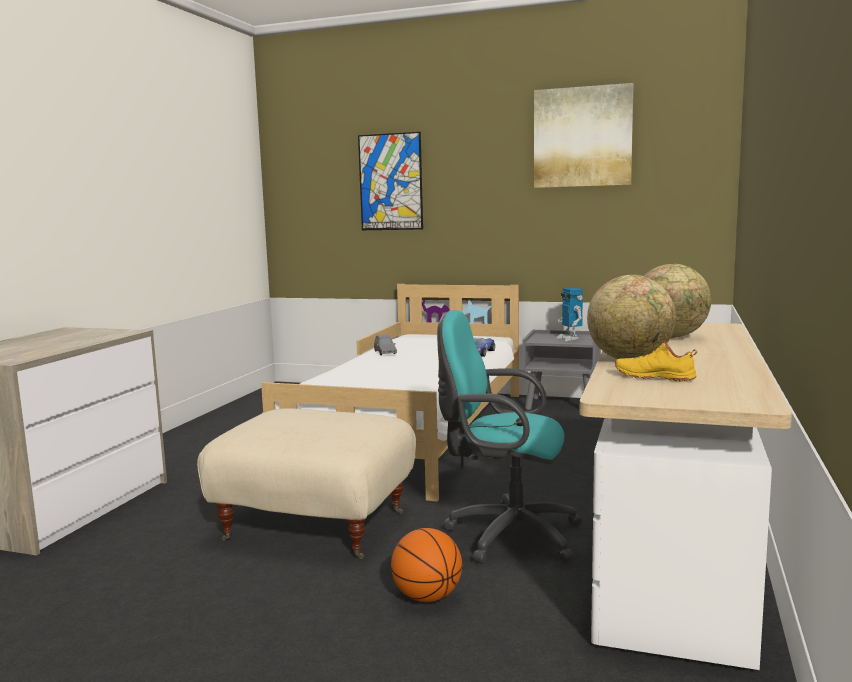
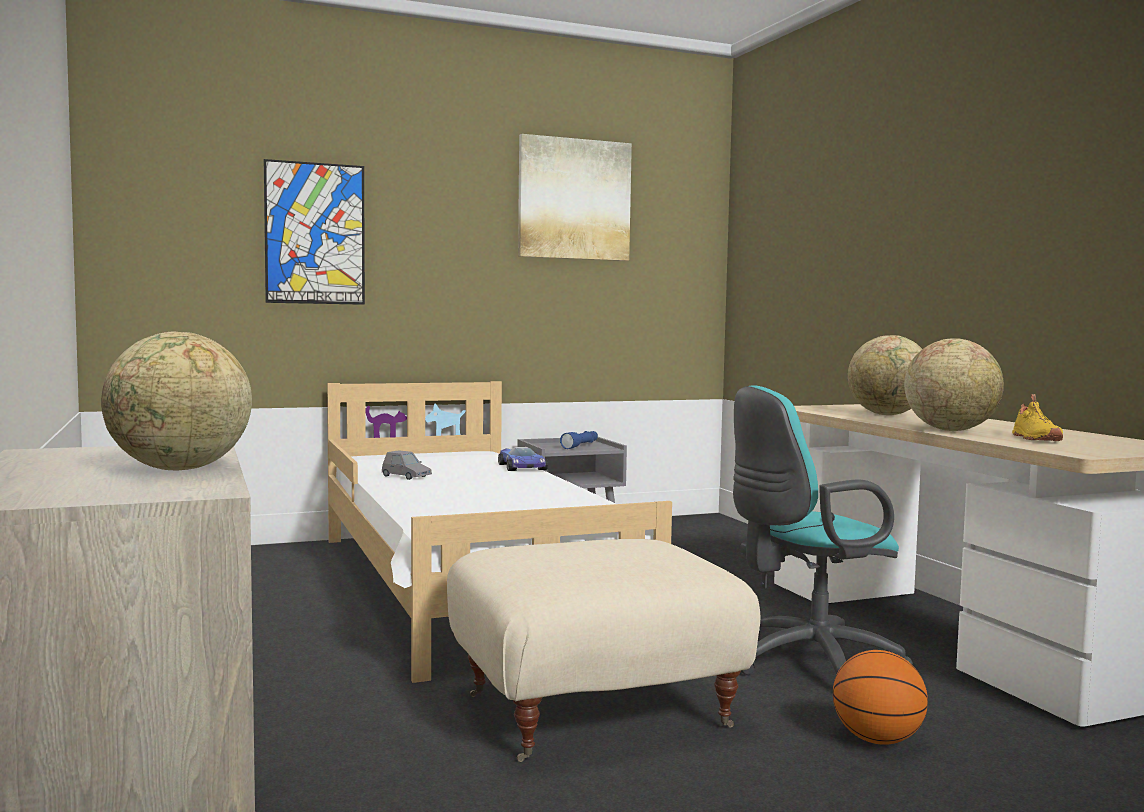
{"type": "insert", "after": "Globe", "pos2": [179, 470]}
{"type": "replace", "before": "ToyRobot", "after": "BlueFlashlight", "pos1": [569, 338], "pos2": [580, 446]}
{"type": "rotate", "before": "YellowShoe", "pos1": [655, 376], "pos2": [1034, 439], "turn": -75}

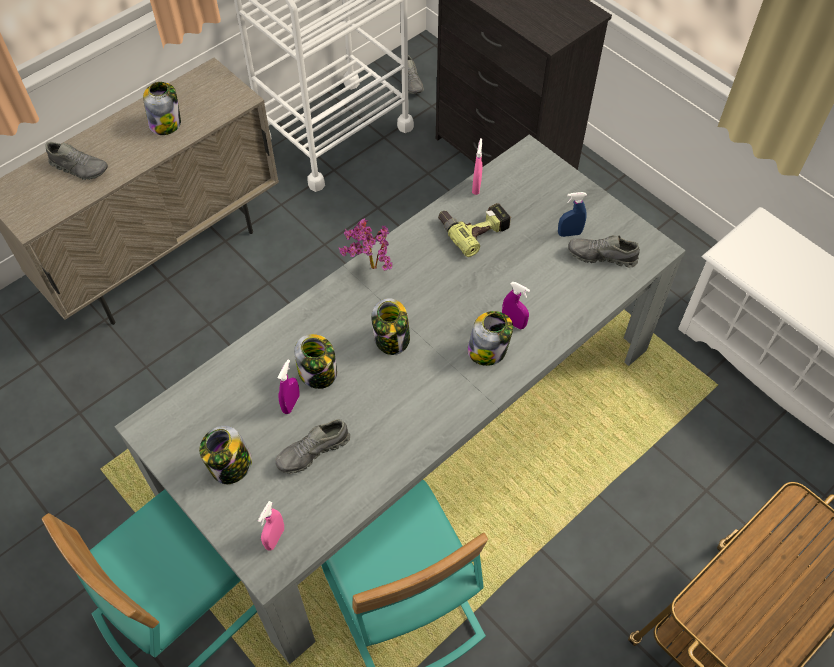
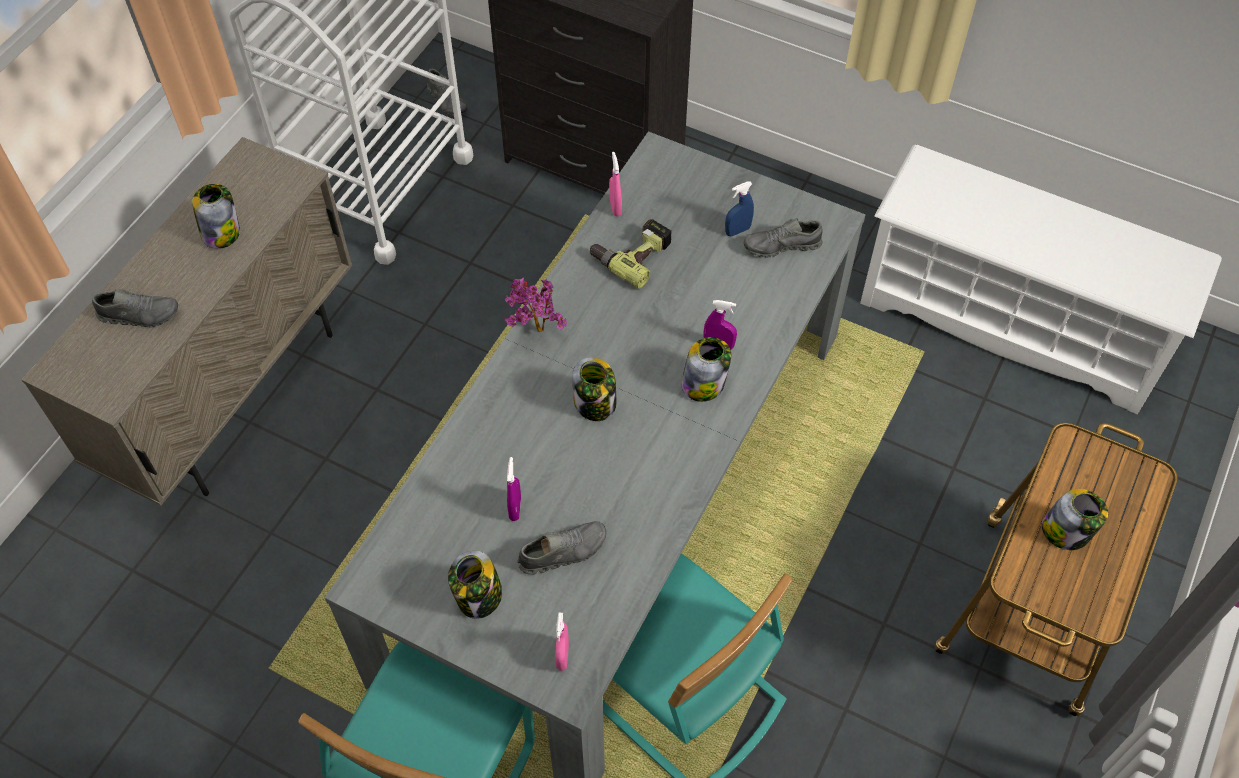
{"type": "move", "before": "Jar", "pos1": [318, 373], "pos2": [1066, 531]}
{"type": "rotate", "before": "GreyShoe", "pos1": [313, 452], "pos2": [563, 552], "turn": -150}

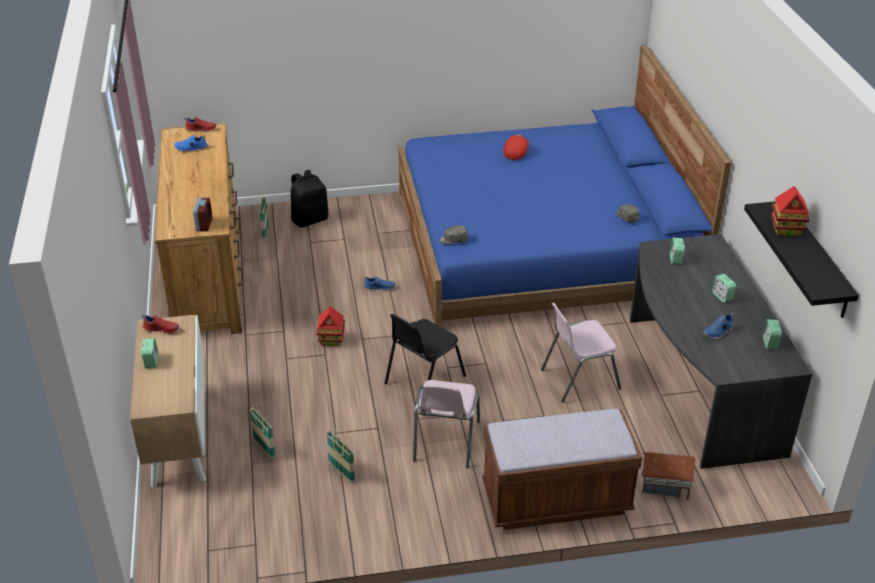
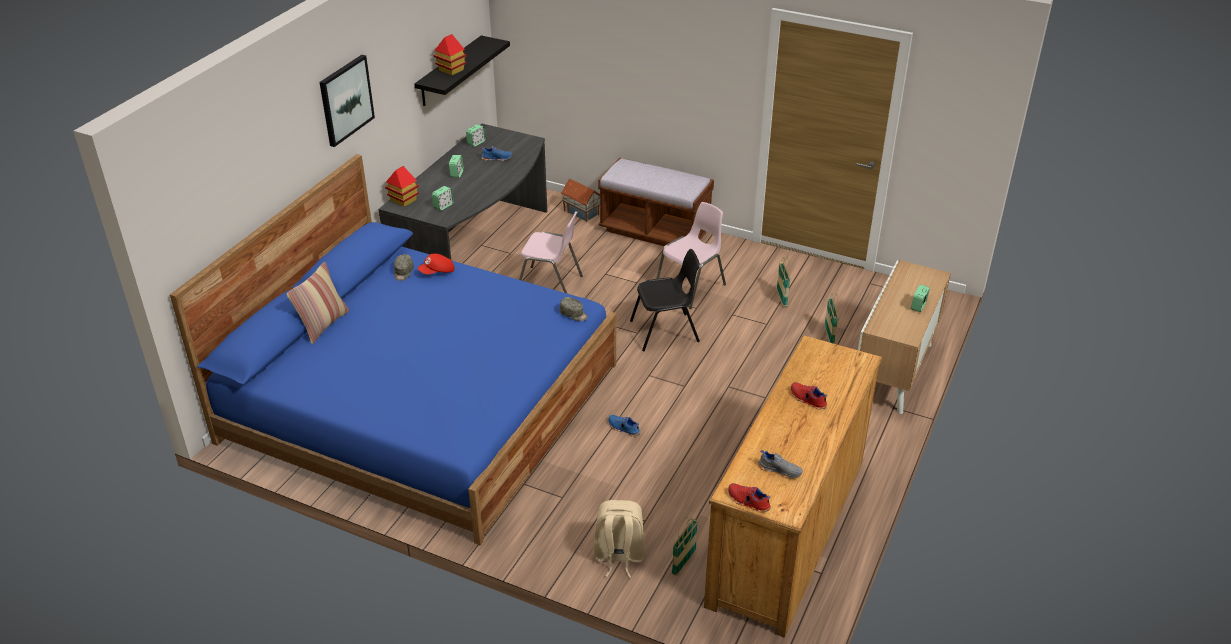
{"type": "delete", "before": "AlarmClock", "pos1": [204, 225]}
{"type": "insert", "after": "Pillow", "pos2": [323, 325]}
{"type": "insert", "after": "Picture", "pos2": [345, 100]}
{"type": "move", "before": "RedShoe", "pos1": [162, 329], "pos2": [807, 400]}
{"type": "move", "before": "ToyHouse", "pos1": [331, 340], "pos2": [403, 200]}
{"type": "move", "before": "RedCap", "pos1": [516, 152], "pos2": [437, 272]}
{"type": "recolor", "before": "BlueShoe", "after": "GreyShoe", "pos1": [191, 149], "pos2": [780, 470]}
{"type": "recolor", "before": "BlackBackpack", "after": "BeigeBackpack", "pos1": [310, 219], "pos2": [618, 556]}

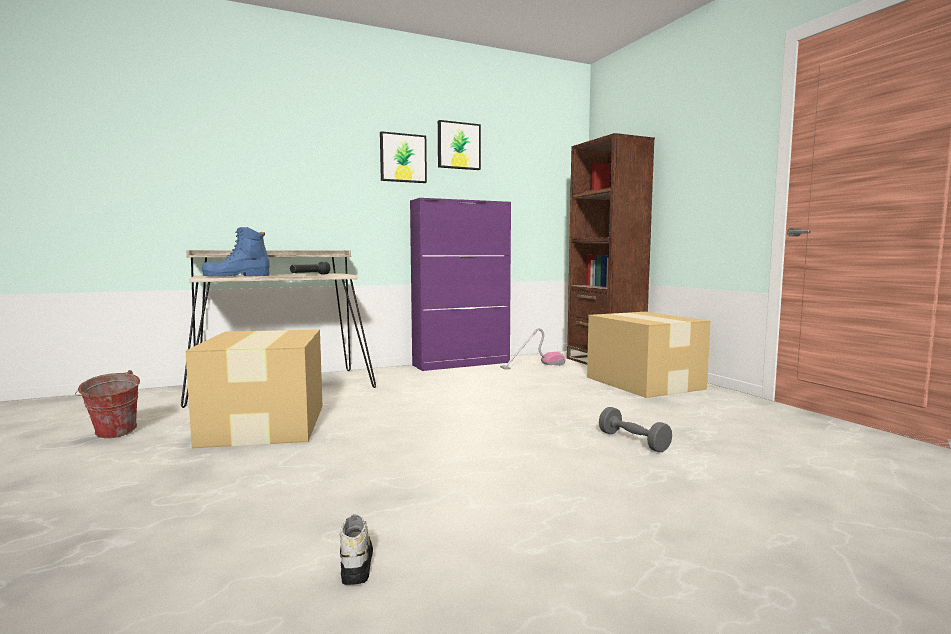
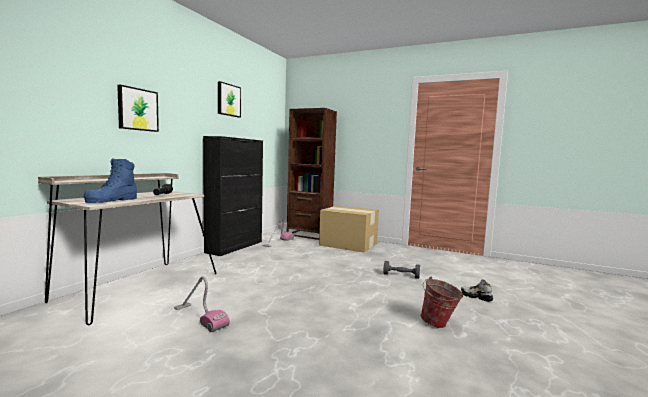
{"type": "move", "before": "Bucket", "pos1": [112, 435], "pos2": [439, 325]}
{"type": "move", "before": "Shoe", "pos1": [355, 562], "pos2": [476, 297]}
{"type": "move", "before": "Picture", "pos1": [403, 158], "pos2": [137, 109]}
{"type": "replace", "before": "CardboardBox", "after": "VacuumCleaner", "pos1": [266, 424], "pos2": [200, 317]}
{"type": "recolor", "before": "PurpleCabinet", "after": "BlackCabinet", "pos1": [462, 363], "pos2": [235, 247]}

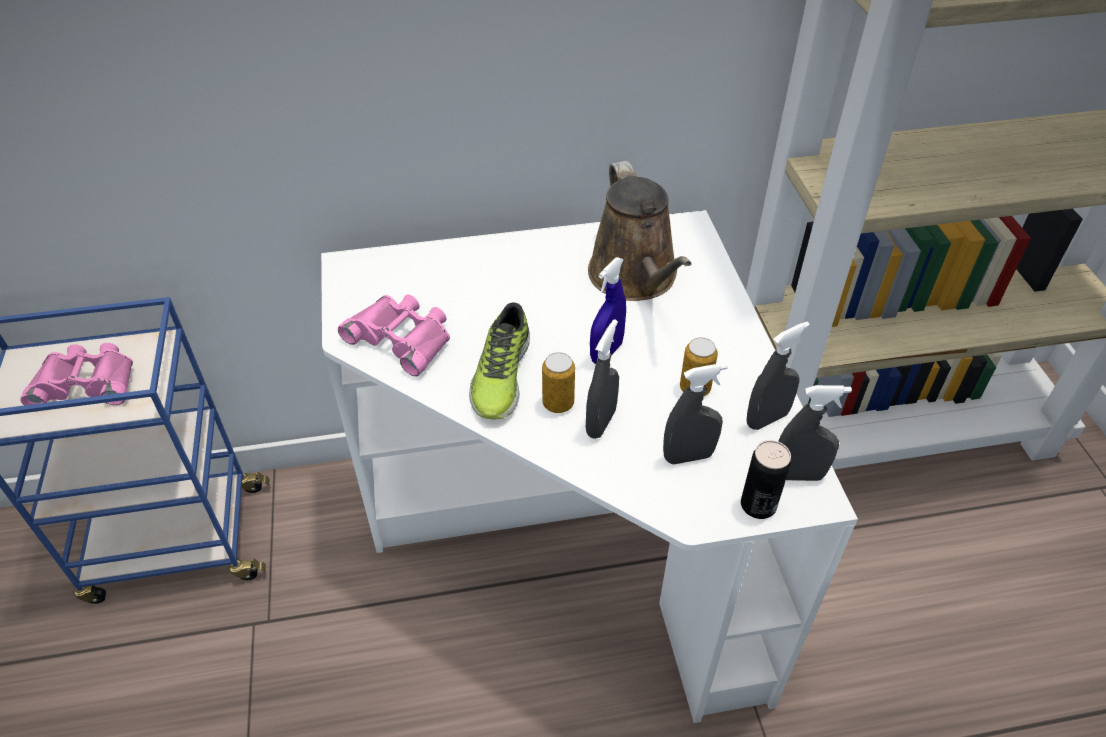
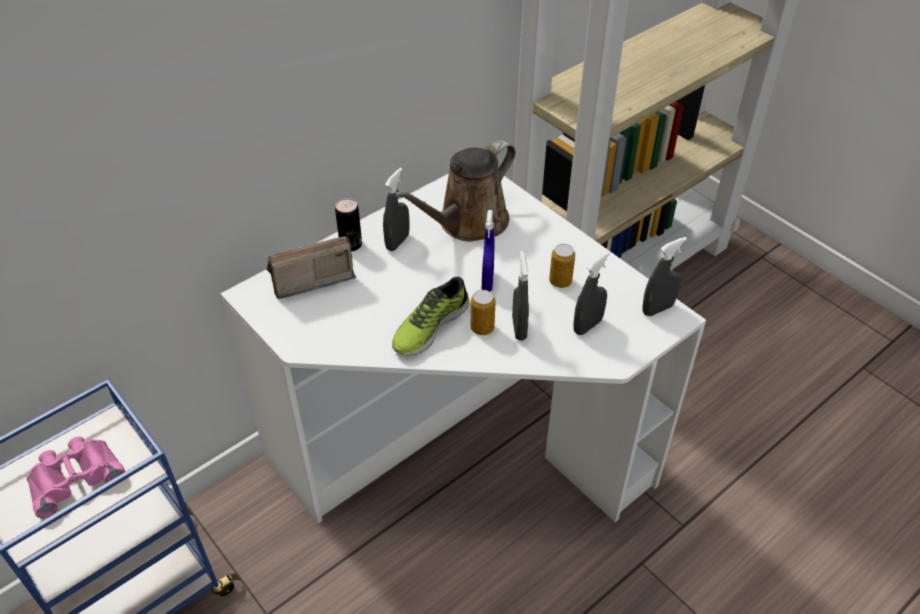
{"type": "delete", "before": "PinkBinoculars", "pos1": [402, 338]}
{"type": "insert", "after": "Radio", "pos2": [309, 279]}
{"type": "move", "before": "Can", "pos1": [758, 505], "pos2": [351, 244]}
{"type": "move", "before": "GreySprayBottle", "pos1": [767, 419], "pos2": [397, 242]}
{"type": "rotate", "before": "Shoe", "pos1": [500, 376], "pos2": [429, 326], "turn": 60}
{"type": "rotate", "before": "BrownWateringCan", "pos1": [636, 278], "pos2": [468, 223], "turn": 90}

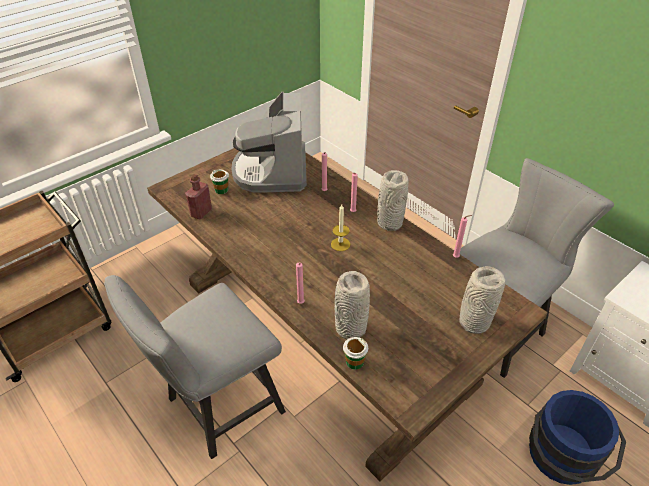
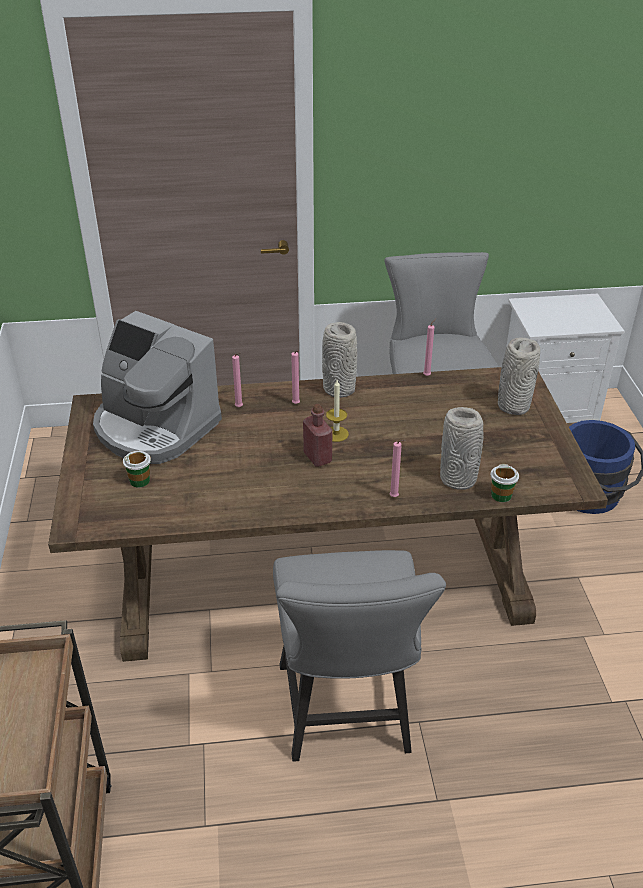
{"type": "move", "before": "RedBottle", "pos1": [201, 212], "pos2": [317, 457]}

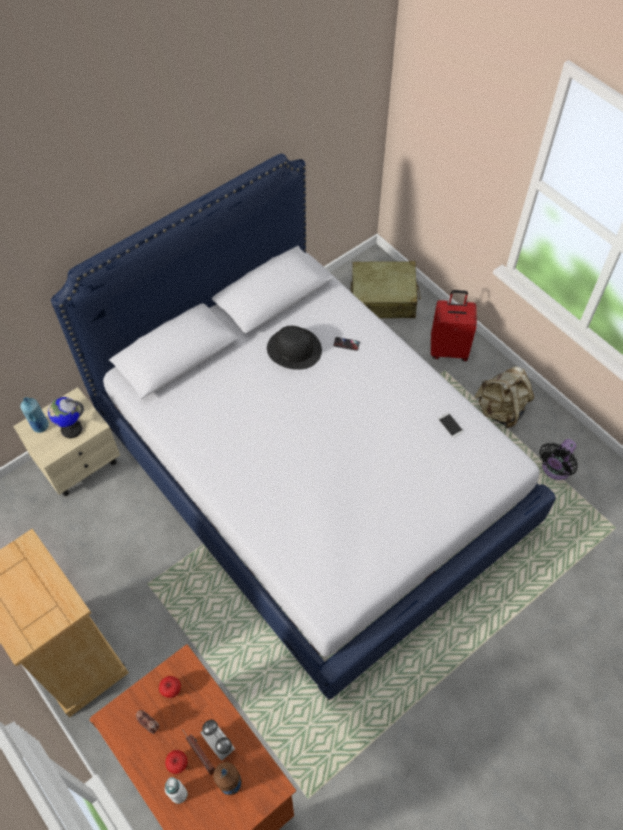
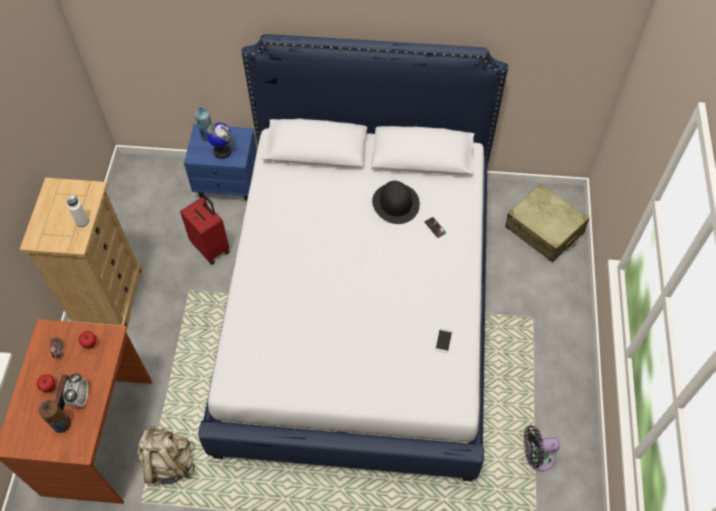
{"type": "move", "before": "WhiteBottle", "pos1": [178, 794], "pos2": [82, 222]}
{"type": "move", "before": "RedSuitcase", "pos1": [449, 349], "pos2": [211, 247]}
{"type": "move", "before": "BeigeBackpack", "pos1": [500, 410], "pos2": [168, 463]}
{"type": "recolor", "before": "BeigeNightstand", "after": "BlueNightstand", "pos1": [80, 463], "pos2": [228, 183]}

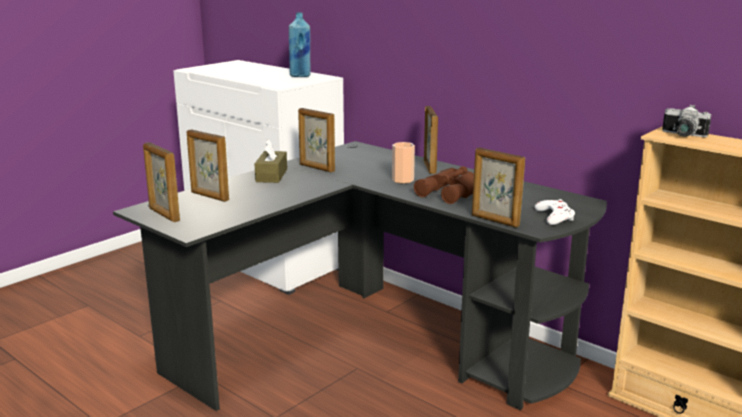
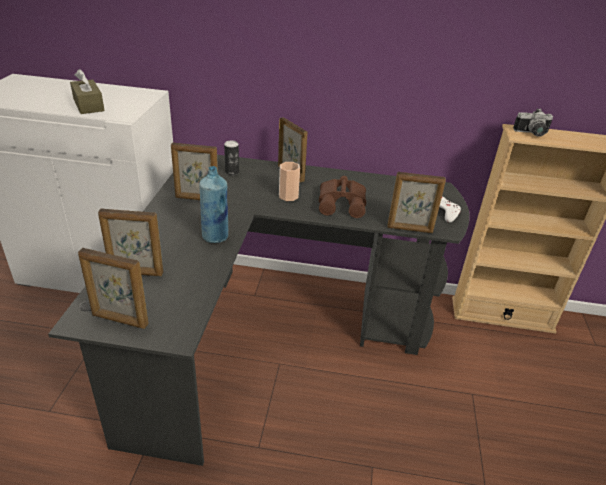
{"type": "insert", "after": "Can", "pos2": [232, 172]}
{"type": "move", "before": "BrownTissueBox", "pos1": [271, 175], "pos2": [88, 105]}
{"type": "move", "before": "BlueBottle", "pos1": [300, 76], "pos2": [215, 237]}

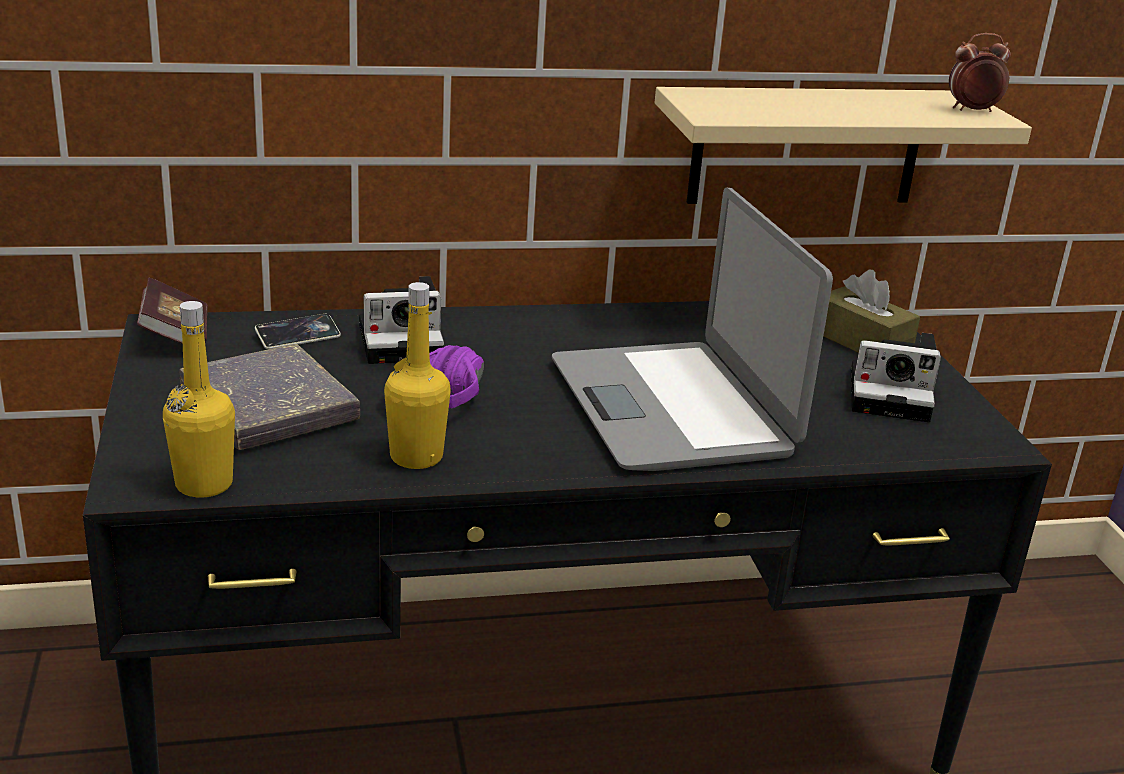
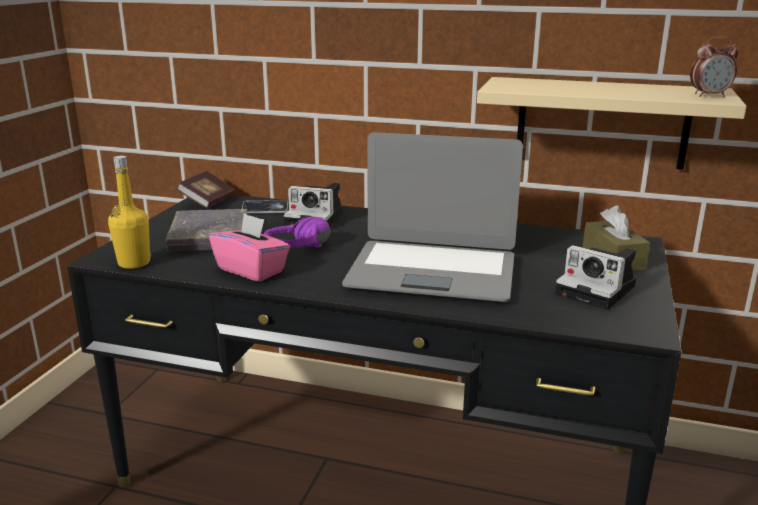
{"type": "replace", "before": "YellowBottle", "after": "PinkTissueBox", "pos1": [416, 457], "pos2": [252, 270]}
{"type": "rotate", "before": "Laptop", "pos1": [672, 407], "pos2": [432, 272], "turn": -90}
{"type": "rotate", "before": "AlarmClock", "pos1": [971, 111], "pos2": [709, 96], "turn": 150}

